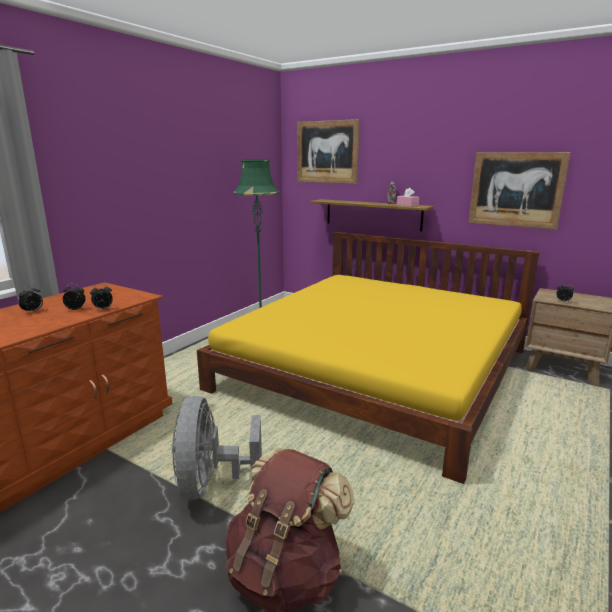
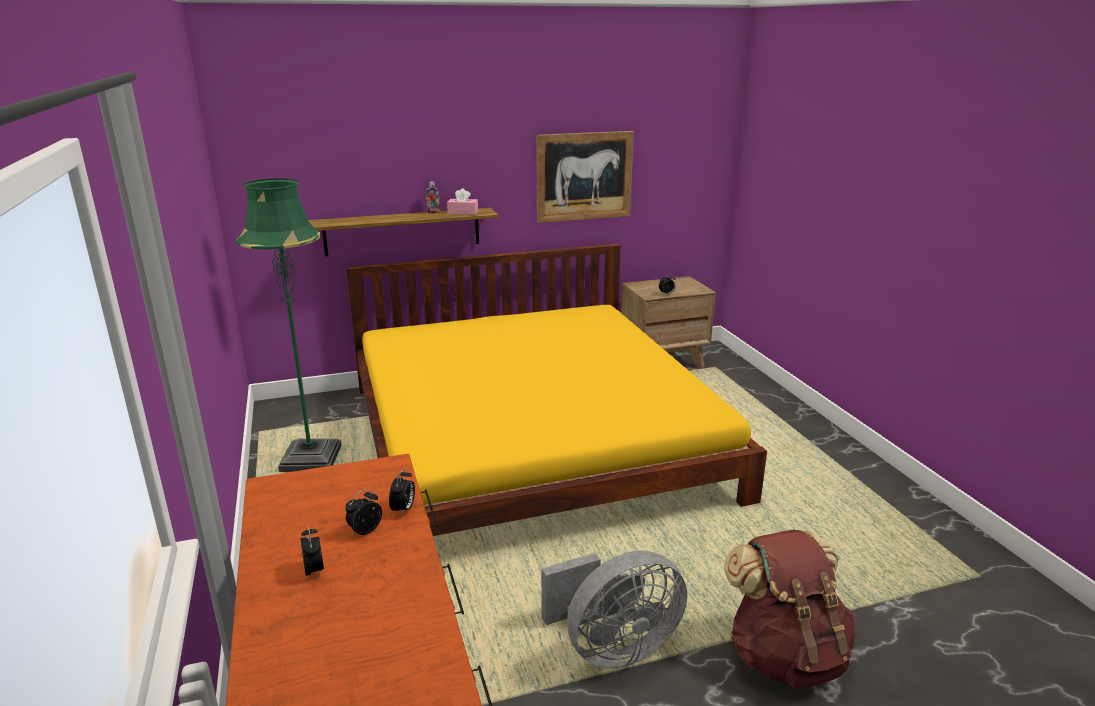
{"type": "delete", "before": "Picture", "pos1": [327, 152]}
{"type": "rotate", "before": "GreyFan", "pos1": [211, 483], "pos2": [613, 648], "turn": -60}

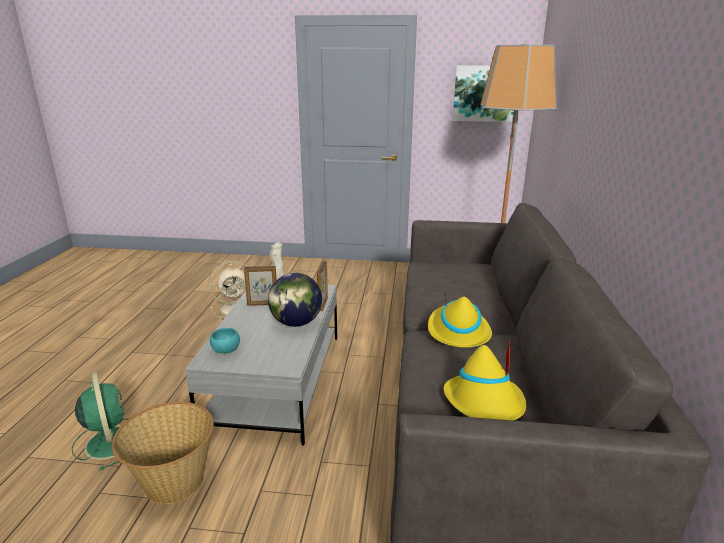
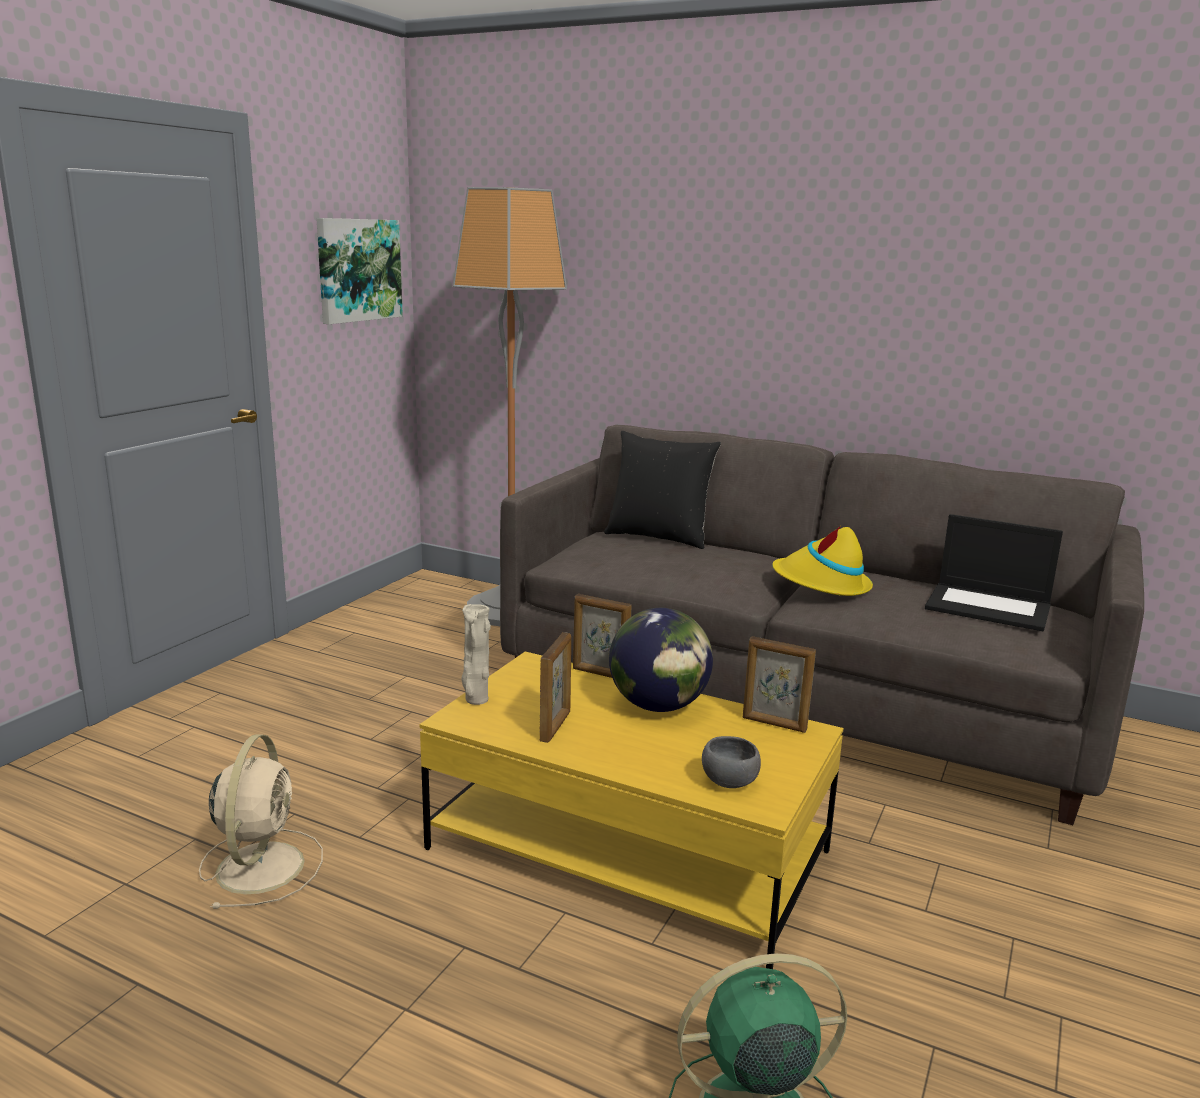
{"type": "delete", "before": "Basket", "pos1": [173, 482]}
{"type": "insert", "after": "BlackPillow", "pos2": [659, 537]}
{"type": "insert", "after": "PictureFrame", "pos2": [774, 724]}
{"type": "replace", "before": "YellowHat", "after": "Laptop", "pos1": [484, 403], "pos2": [989, 607]}
{"type": "recolor", "before": "GreyCoffeeTable", "after": "YellowCoffeeTable", "pos1": [277, 380], "pos2": [629, 850]}
{"type": "recolor", "before": "TurquoiseBowl", "after": "GreyBowl", "pos1": [225, 350], "pos2": [728, 782]}

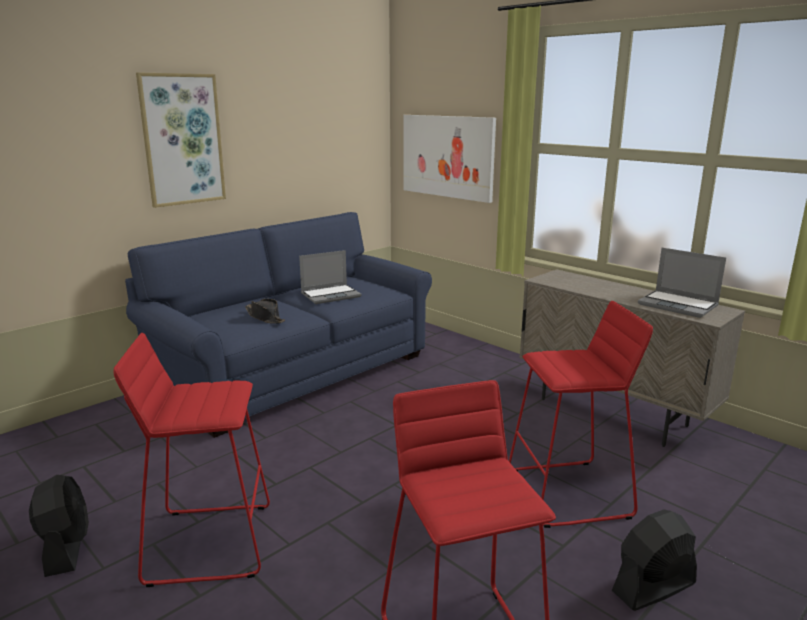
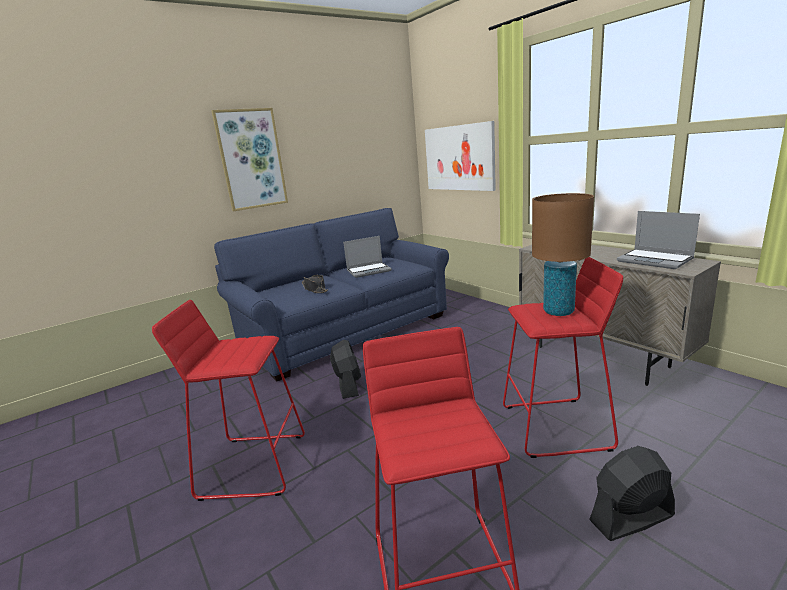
{"type": "insert", "after": "BrownTableLamp", "pos2": [558, 311]}
{"type": "move", "before": "BlackFan", "pos1": [66, 548], "pos2": [348, 385]}

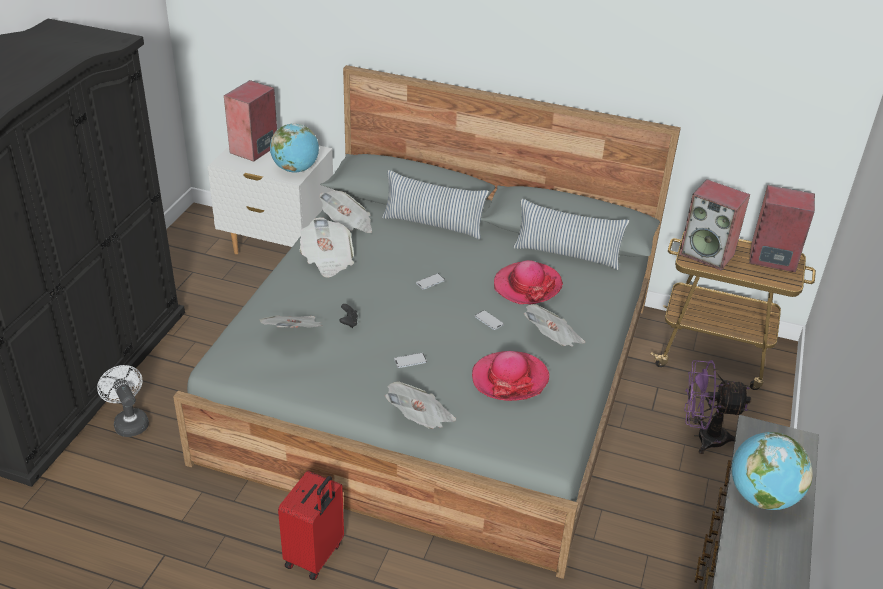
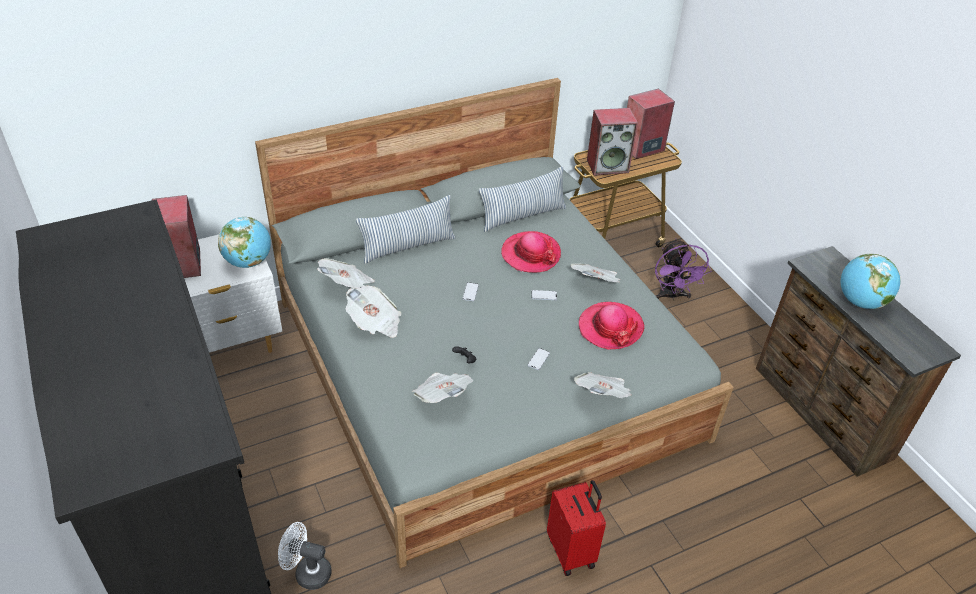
{"type": "rotate", "before": "PurpleFan", "pos1": [703, 437], "pos2": [671, 296], "turn": -60}

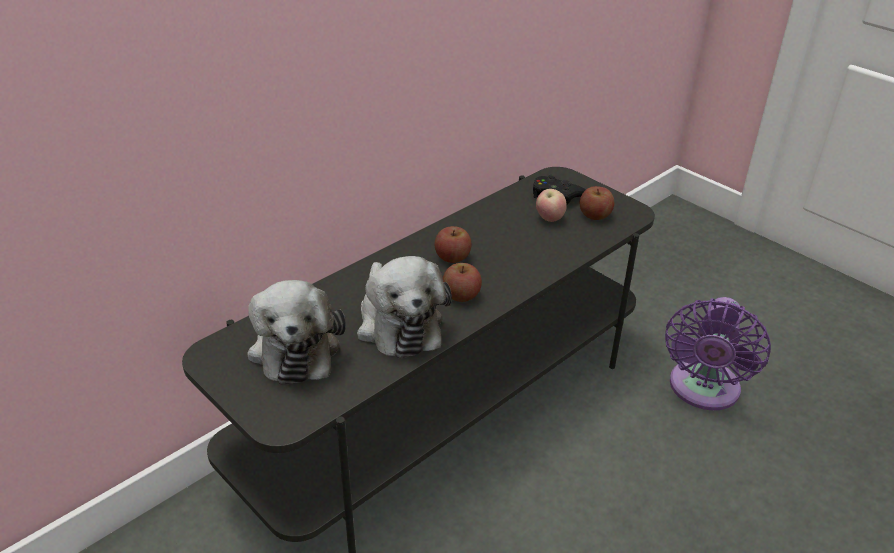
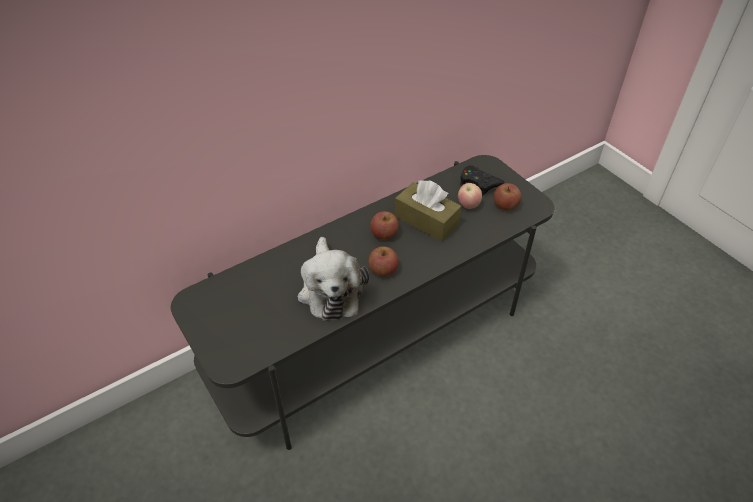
{"type": "delete", "before": "PlushToy", "pos1": [295, 347]}
{"type": "delete", "before": "PurpleFan", "pos1": [702, 391]}
{"type": "insert", "after": "BrownTissueBox", "pos2": [426, 220]}

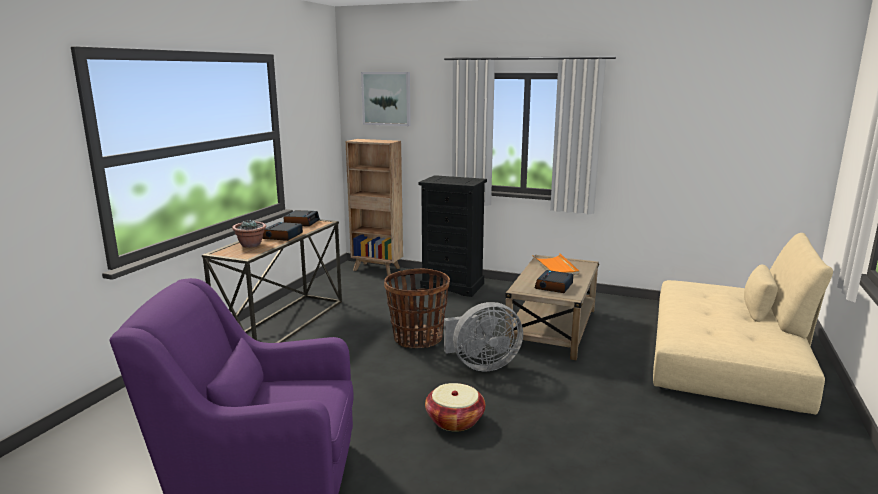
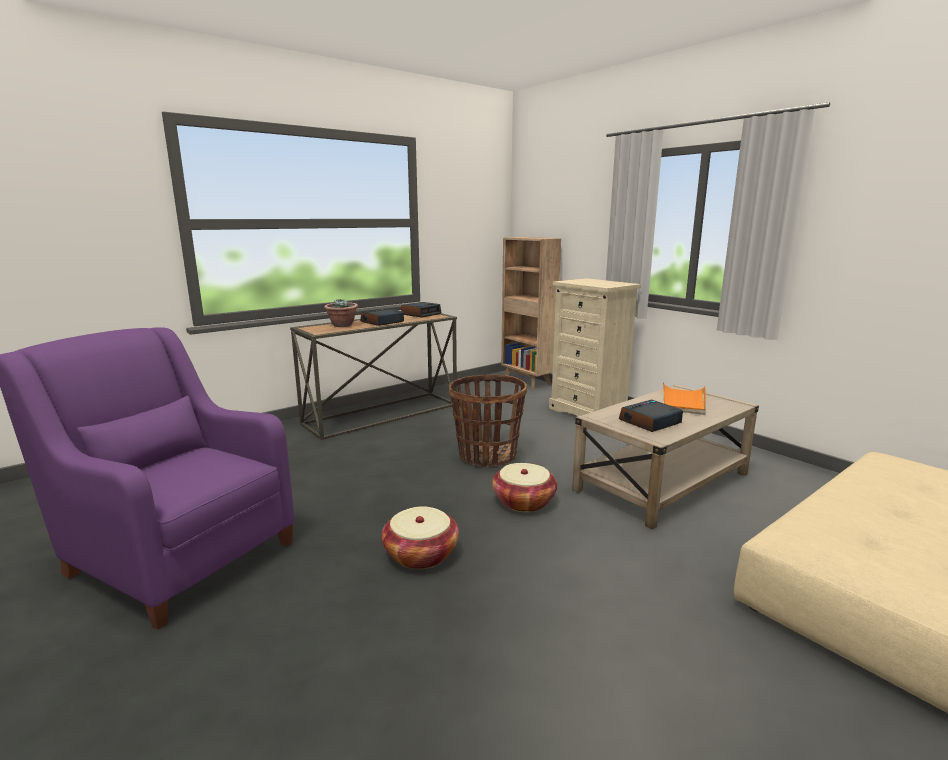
{"type": "delete", "before": "Picture", "pos1": [386, 98]}
{"type": "replace", "before": "GreyFan", "after": "Basket", "pos1": [481, 365], "pos2": [523, 502]}
{"type": "recolor", "before": "BlackDresser", "after": "BeigeDresser", "pos1": [453, 286], "pos2": [588, 411]}

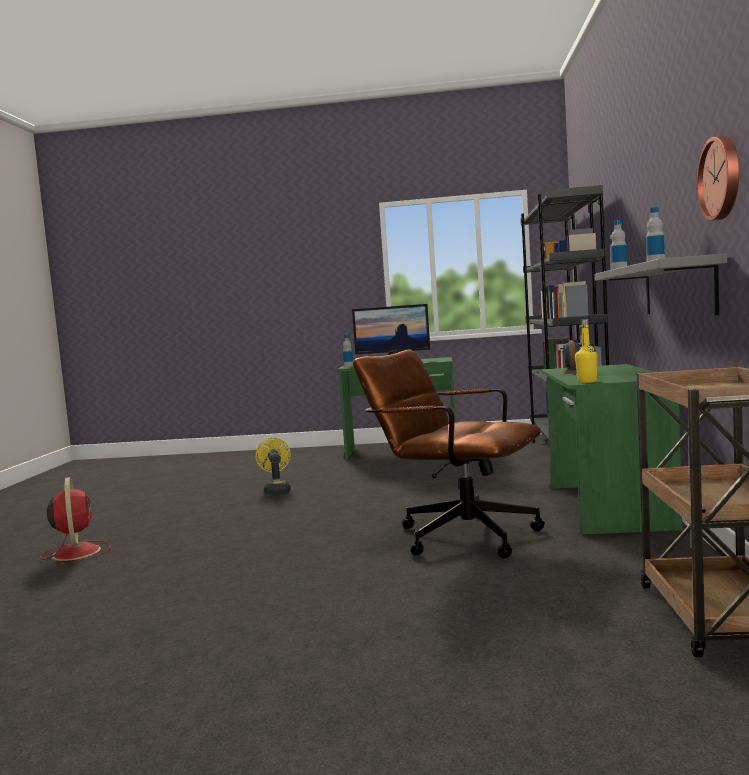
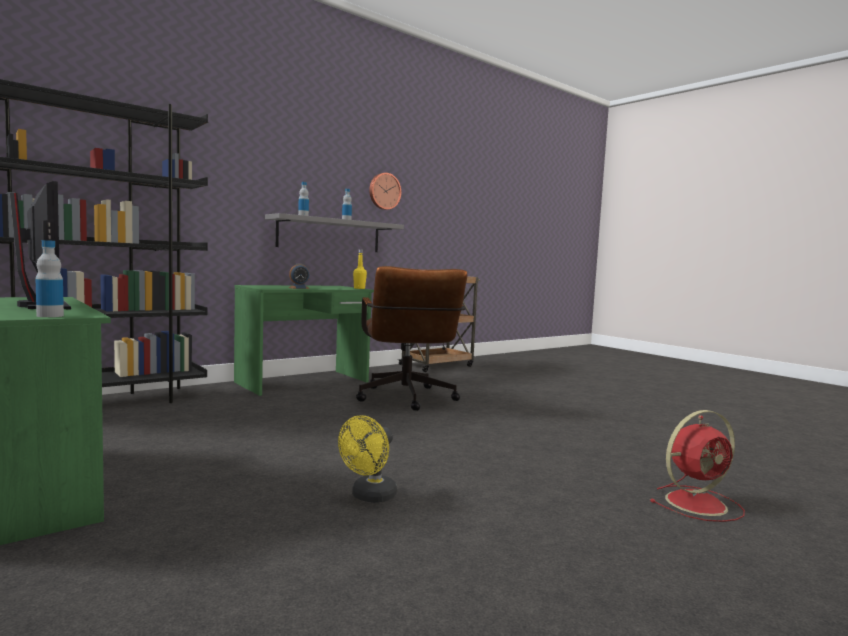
{"type": "rotate", "before": "RedFan", "pos1": [76, 552], "pos2": [698, 503], "turn": -135}

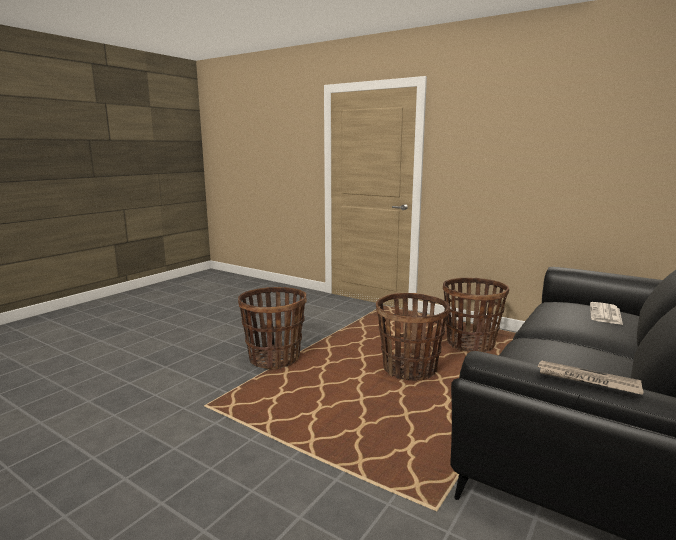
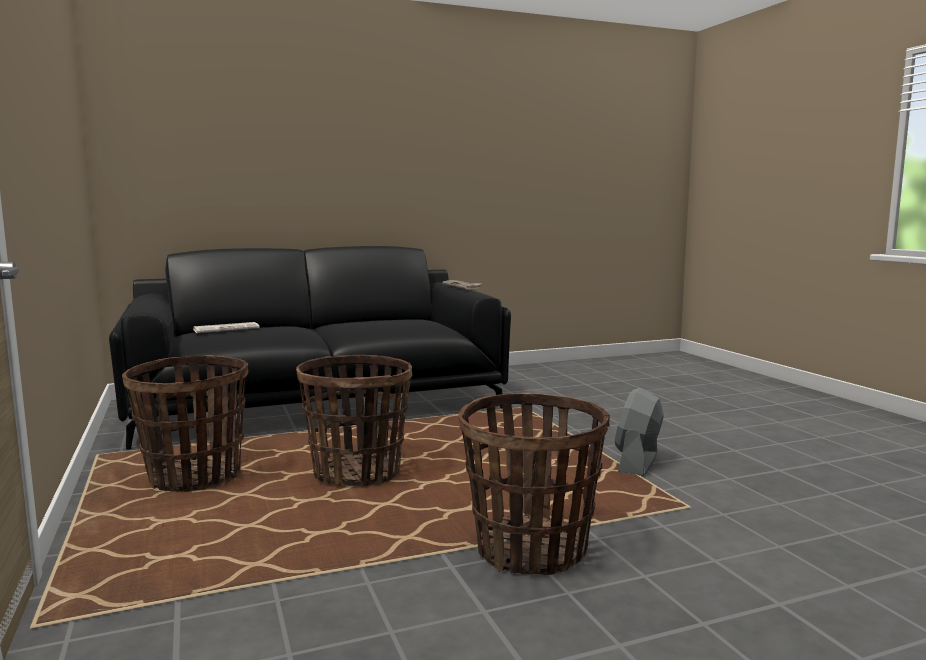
{"type": "insert", "after": "GreyFan", "pos2": [637, 462]}

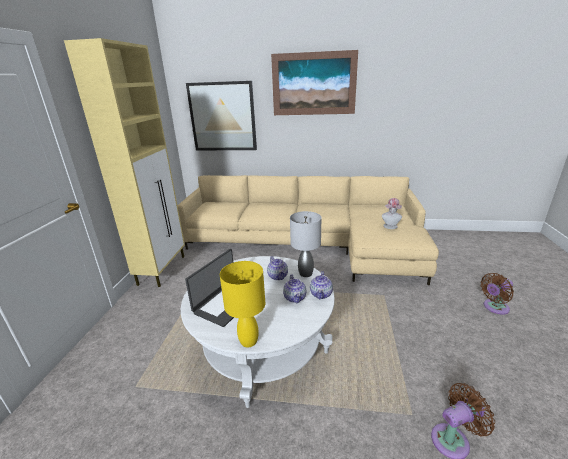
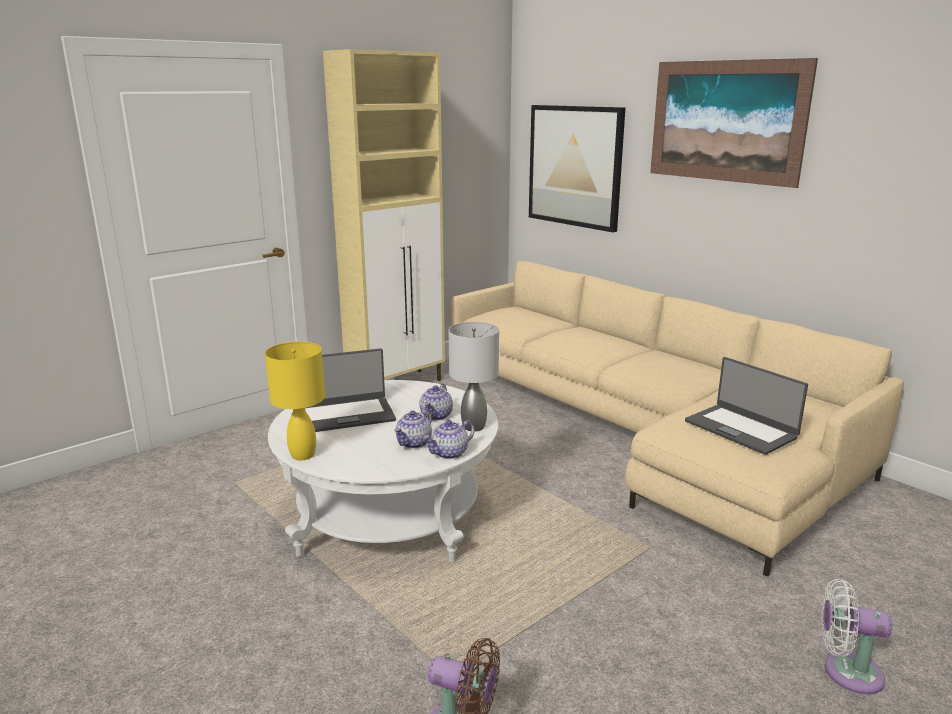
{"type": "replace", "before": "Hat", "after": "Laptop", "pos1": [390, 227], "pos2": [741, 429]}
{"type": "recolor", "before": "BrownFan", "after": "WhiteFan", "pos1": [494, 307], "pos2": [846, 671]}

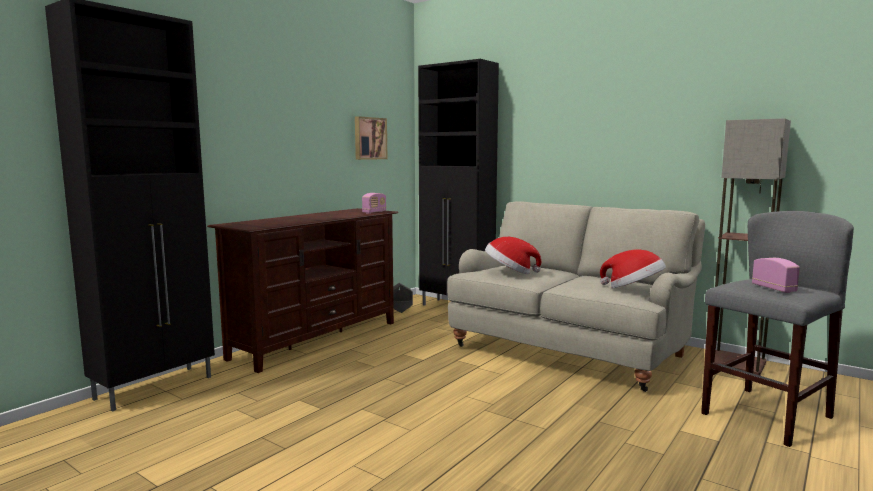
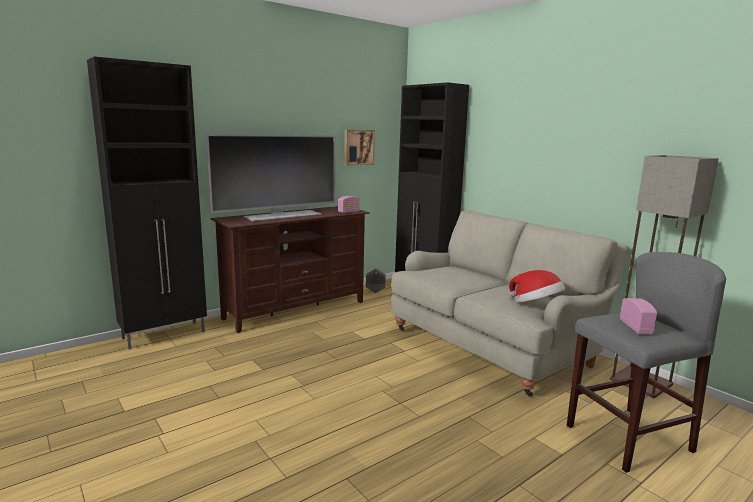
{"type": "delete", "before": "Hat", "pos1": [510, 272]}
{"type": "insert", "after": "Television", "pos2": [282, 215]}

